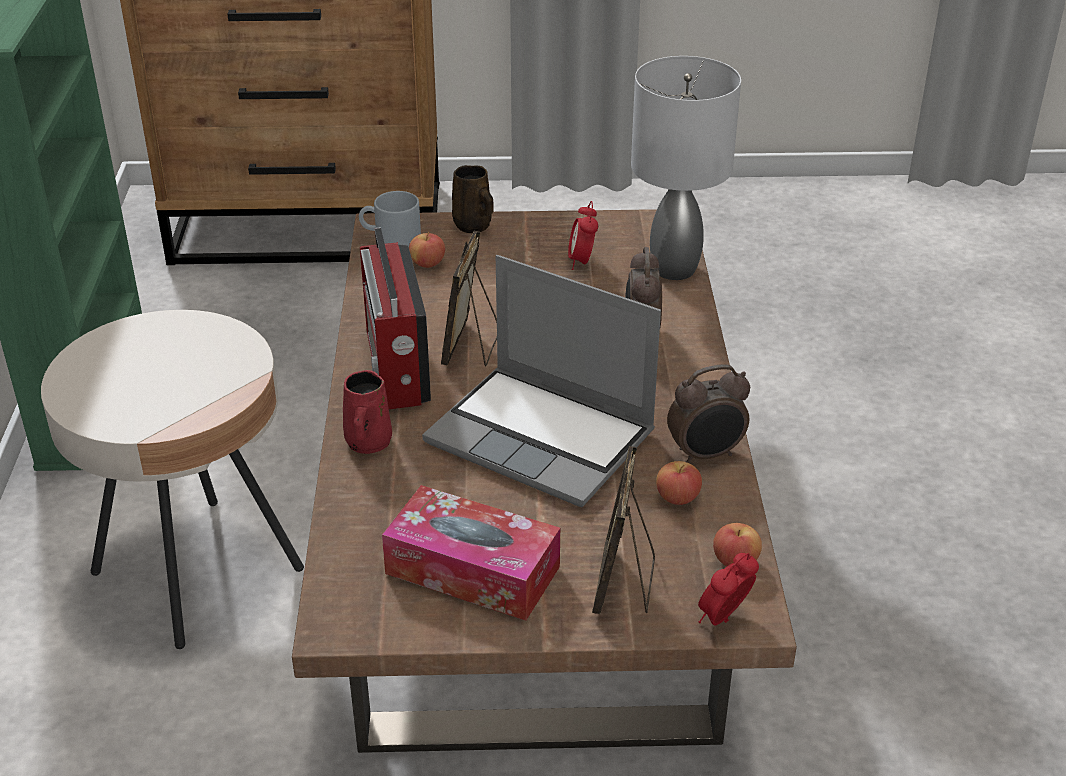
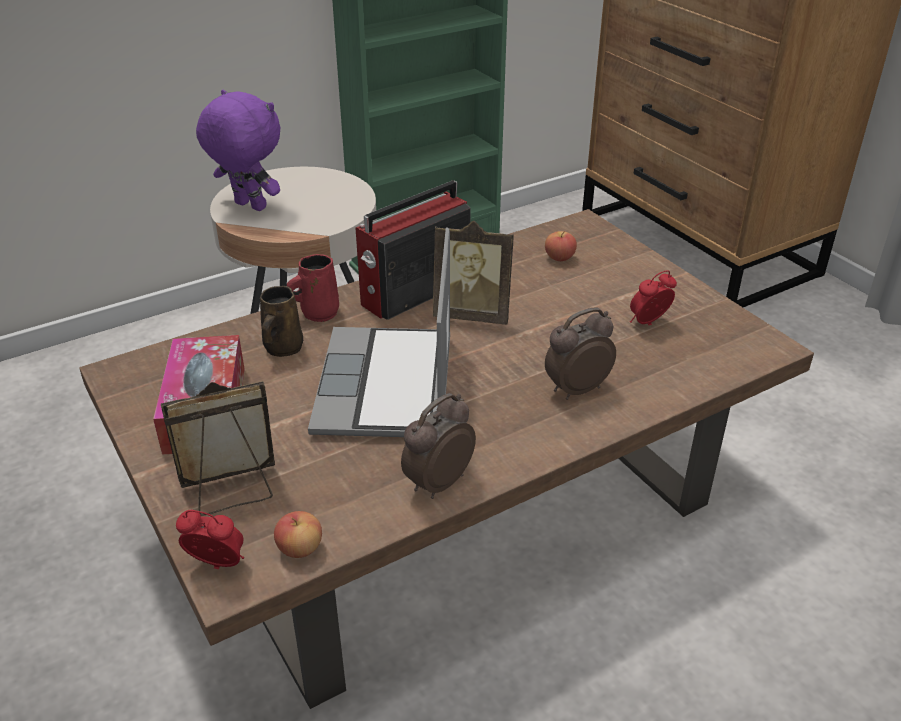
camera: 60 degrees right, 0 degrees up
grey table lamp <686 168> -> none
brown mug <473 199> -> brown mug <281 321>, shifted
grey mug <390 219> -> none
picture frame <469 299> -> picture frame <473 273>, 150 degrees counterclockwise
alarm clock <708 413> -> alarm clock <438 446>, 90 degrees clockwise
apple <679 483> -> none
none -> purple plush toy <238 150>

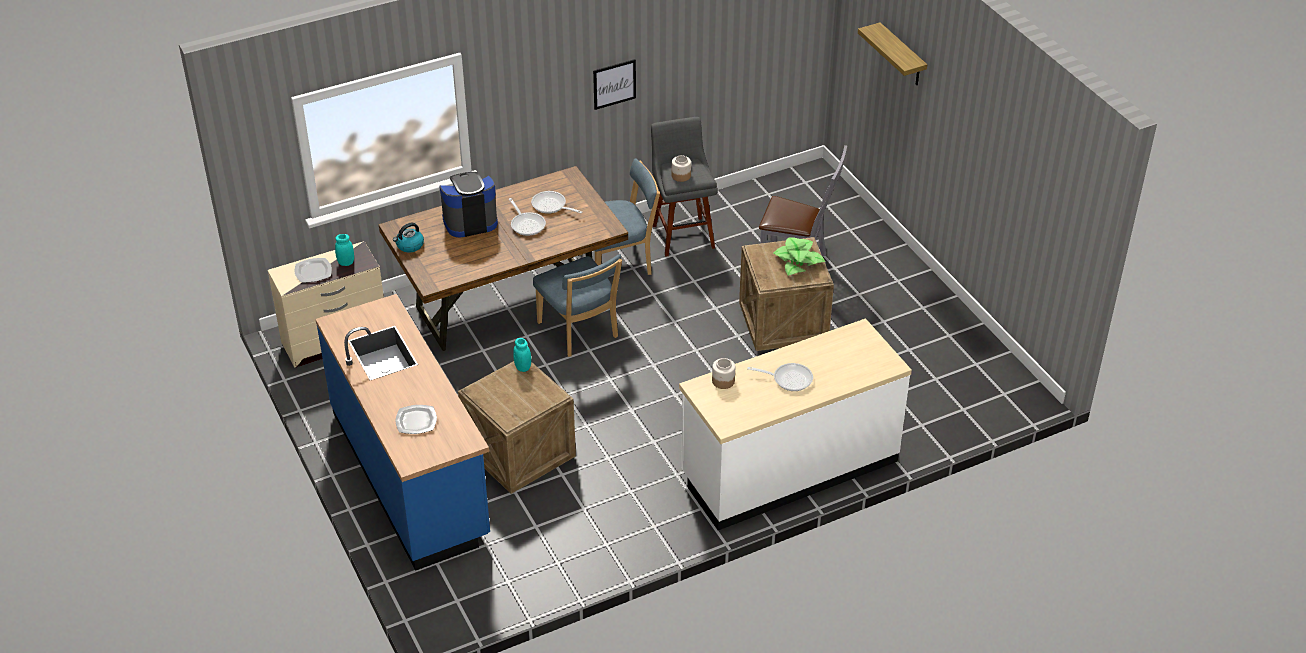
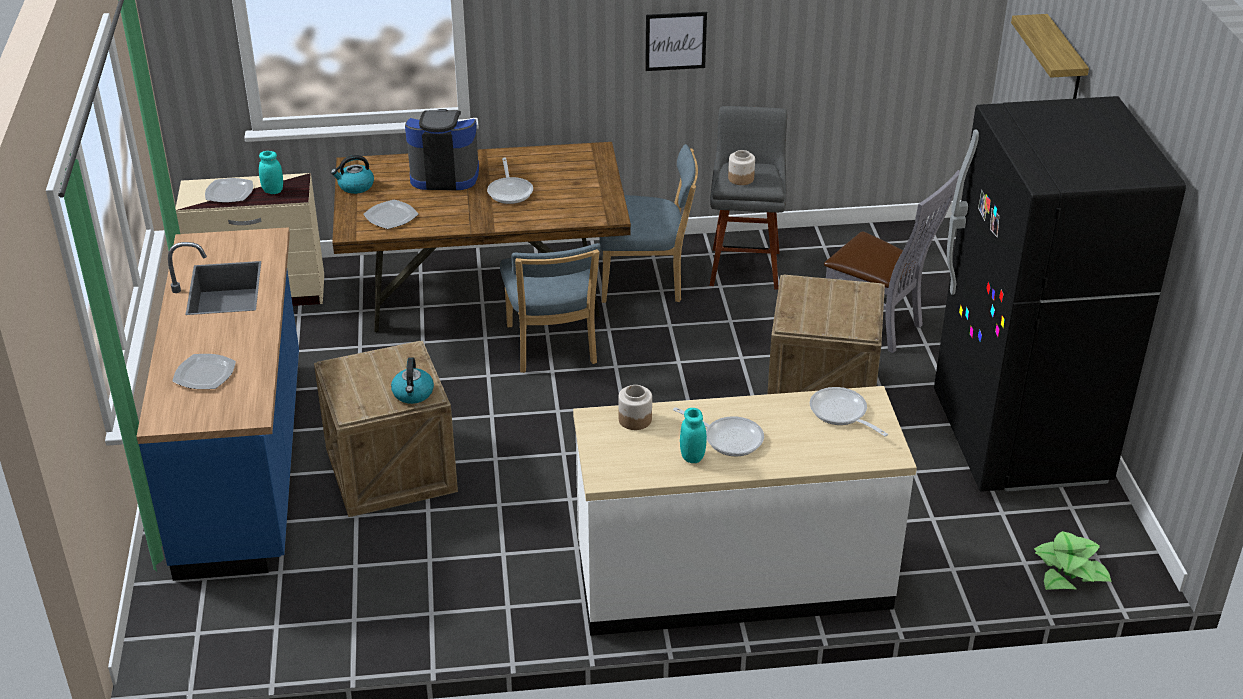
camera: 20 degrees right, 5 degrees down
frying pan <556 202> -> frying pan <849 412>, shifted
potted plant <799 257> -> potted plant <1073 560>, shifted
turquoise jar <522 355> -> turquoise jar <693 435>, shifted
none -> black fridge <1060 294>
none -> plate <391 214>
none -> kettle <412 380>

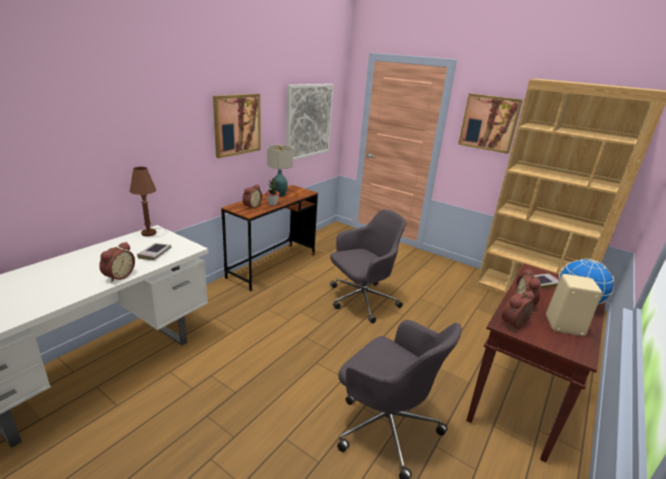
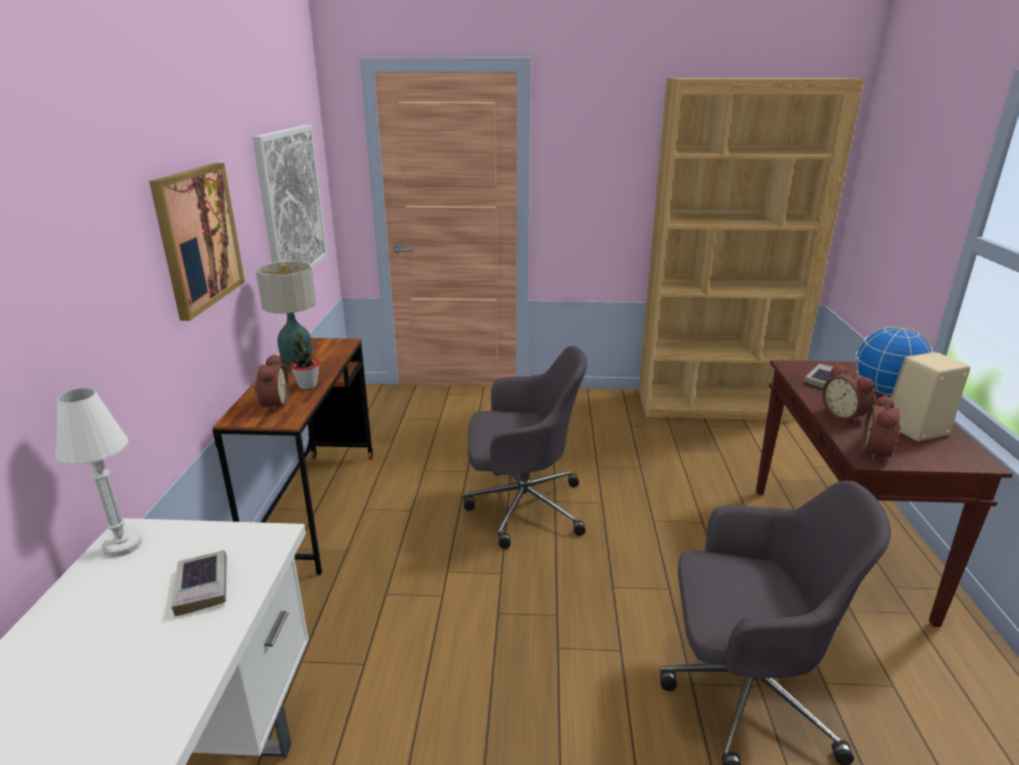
camera: 30 degrees left, 0 degrees up
picture <490 123> -> none
brown table lamp <142 201> -> white table lamp <98 472>
grey office chair <368 266> -> grey office chair <525 447>, 60 degrees clockwise
alarm clock <117 262> -> none

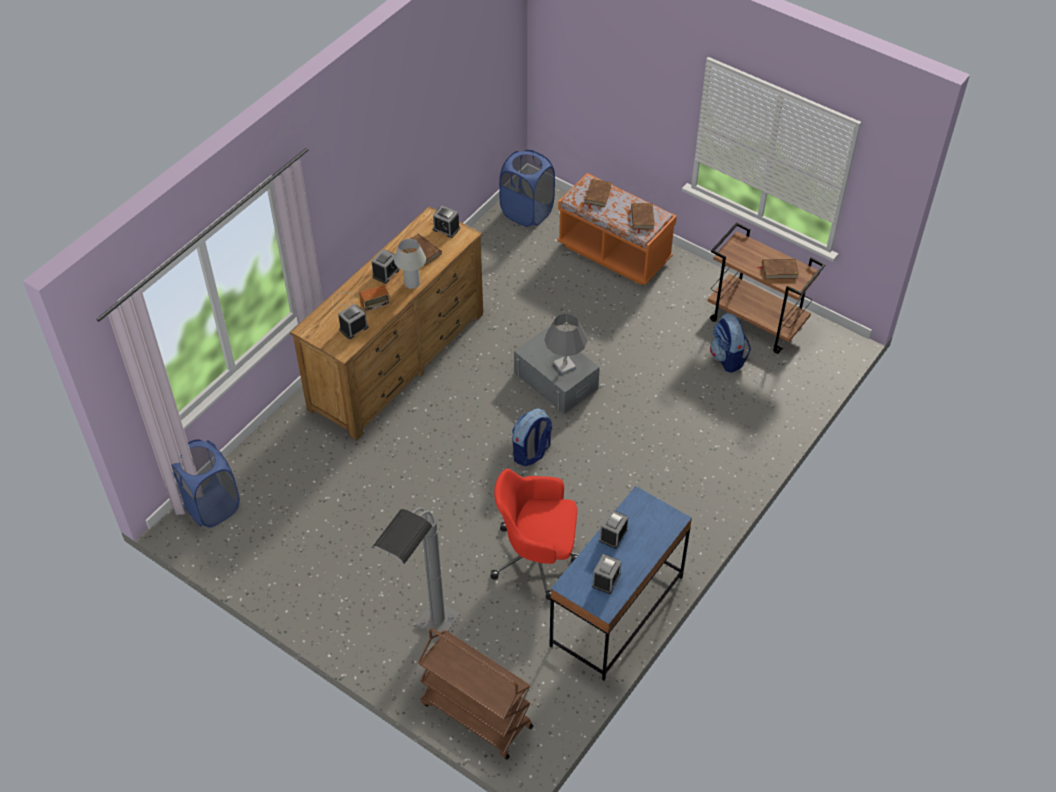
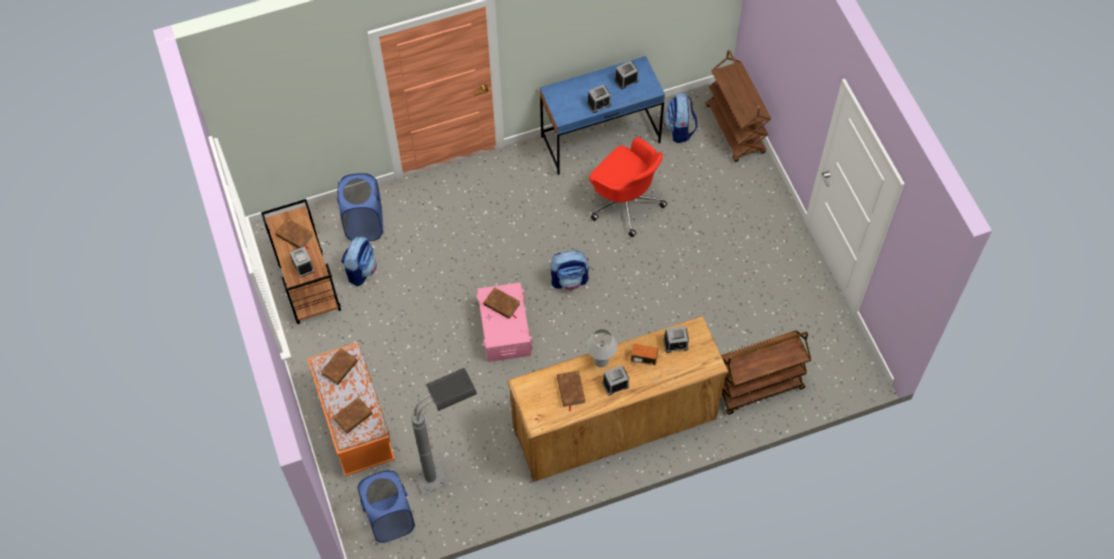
camera: 145 degrees left, 10 degrees up
alarm clock <446 222> -> alarm clock <302 261>, shifted
grey table lamp <566 343> -> brown book <501 303>
grey storage box <557 370> -> pink storage box <504 322>
blue laundry basket <205 483> -> blue laundry basket <360 207>, shifted
grey floor lamp <415 572> -> grey floor lamp <444 431>, shifted
none -> backpack <680 118>
none -> brown cart <766 372>

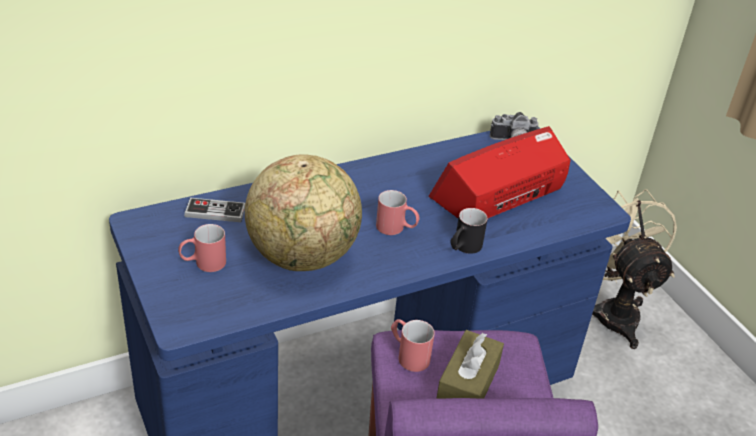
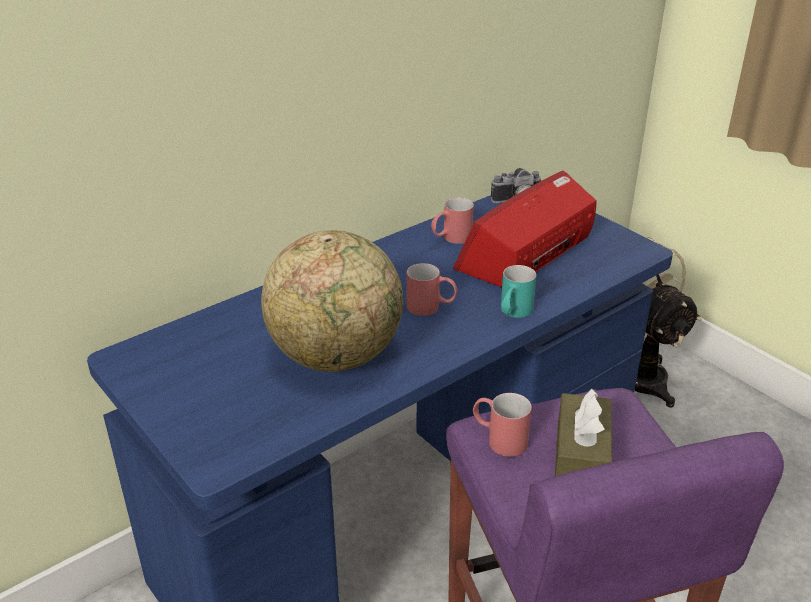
camera: 10 degrees left, 5 degrees down
game controller <214 210> -> none
black mug <469 231> -> turquoise mug <518 291>
red mug <202 248> -> red mug <452 220>, shifted

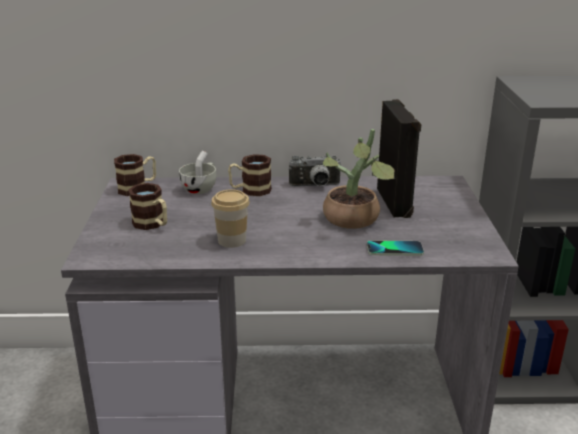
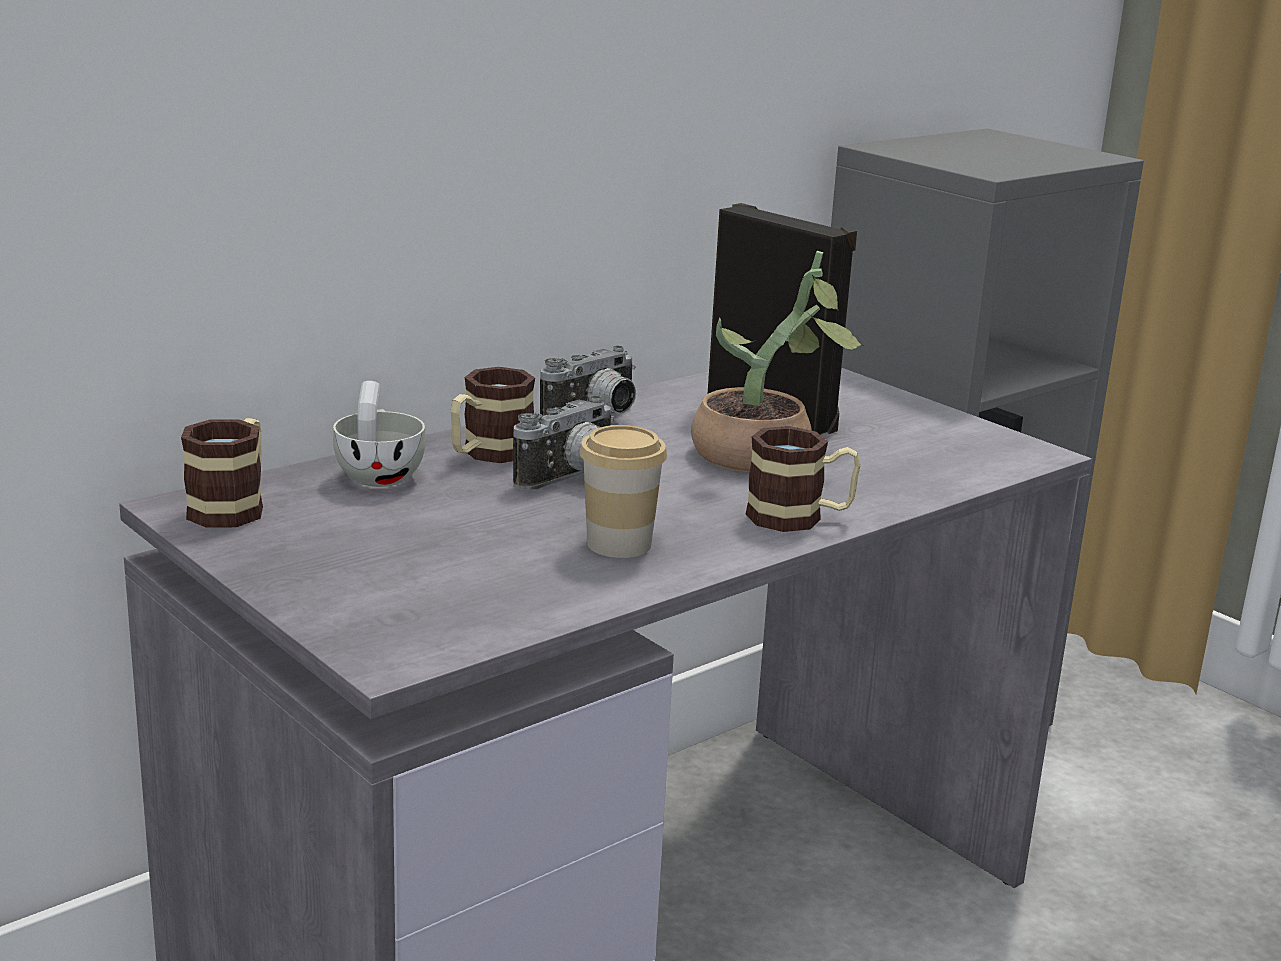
camera: 40 degrees left, 5 degrees down
mug <147 206> -> mug <803 479>, shifted
phone <395 248> -> none
none -> photo camera <563 443>

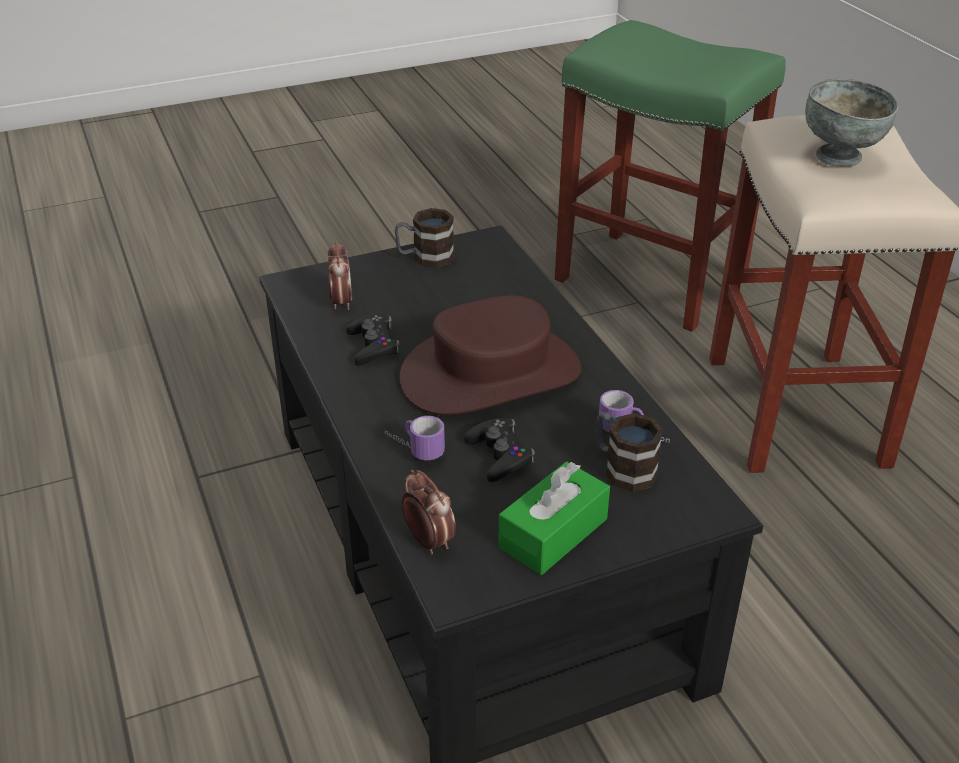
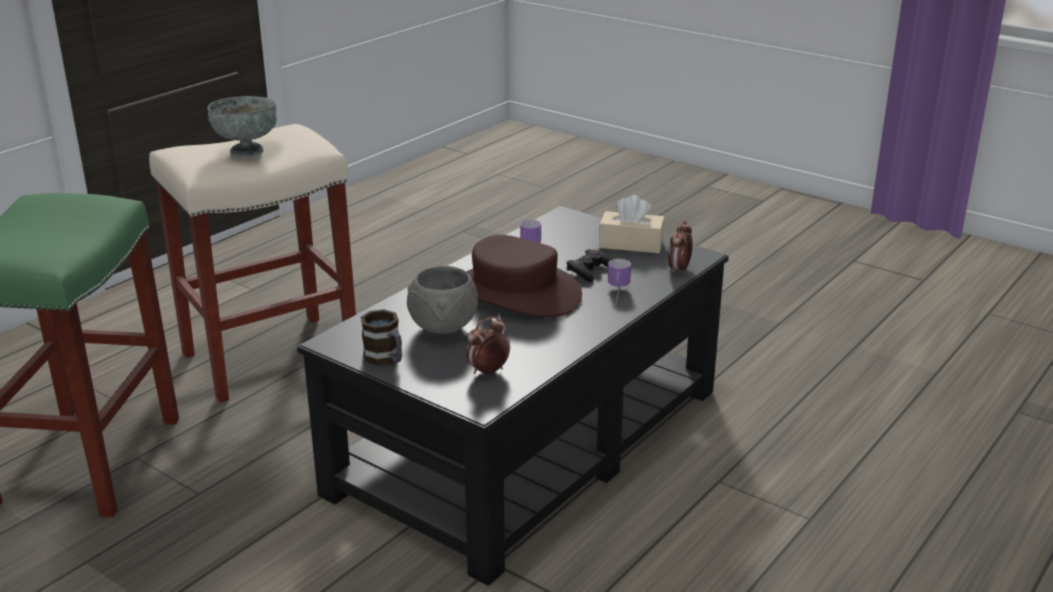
camera: 120 degrees left, 10 degrees down
black game controller <372 340> -> none
mug <629 452> -> none
green tissue box <554 518> -> beige tissue box <632 224>
none -> grey bowl <442 300>

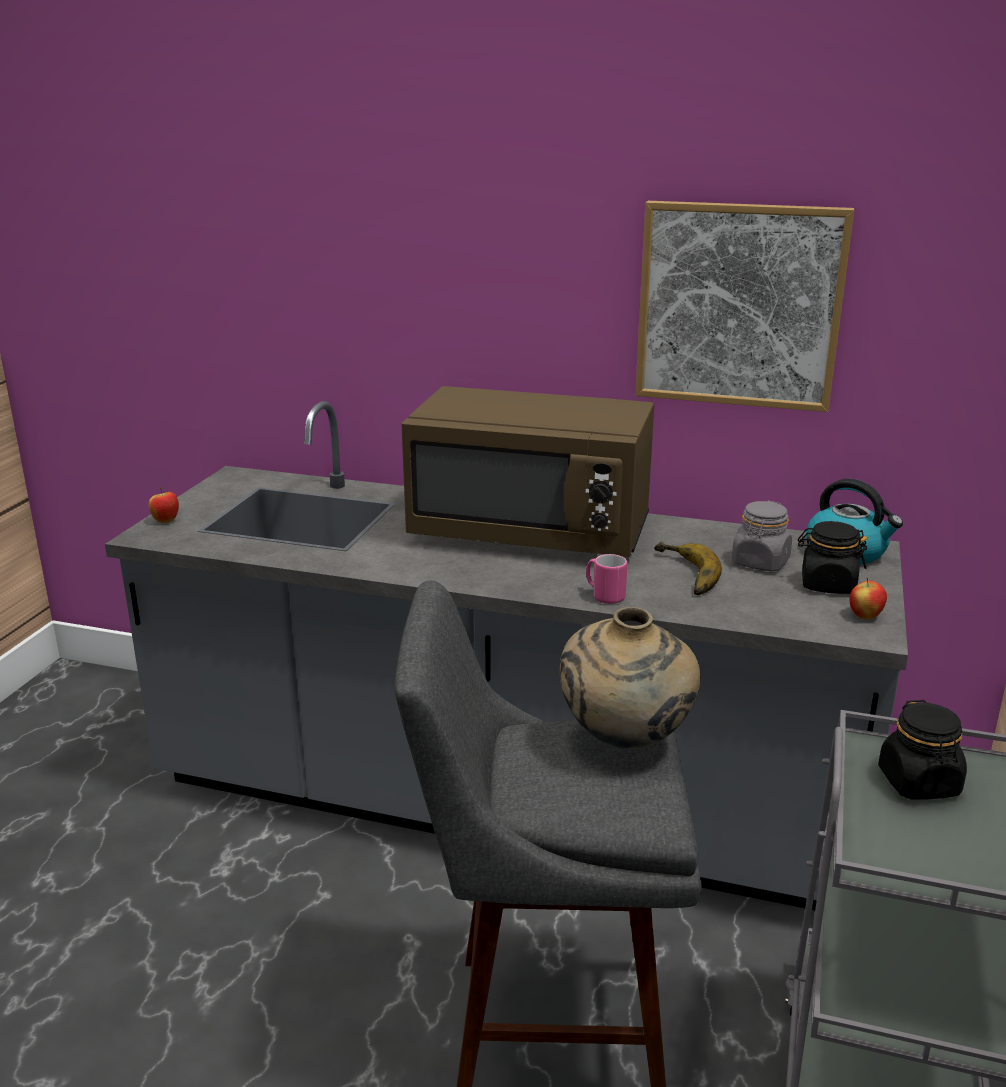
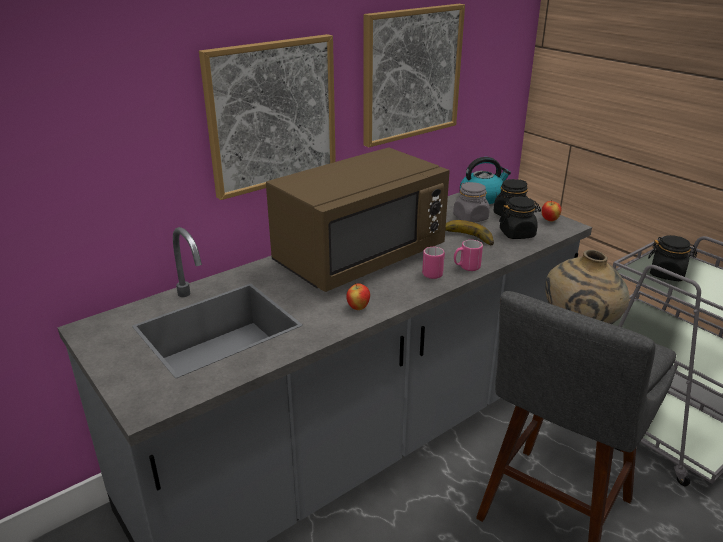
camera: 55 degrees left, 5 degrees up
apple <163 505> -> apple <358 296>, shifted
none -> picture <267 117>
none -> black jar <520 217>
none -> pink mug <433 263>

